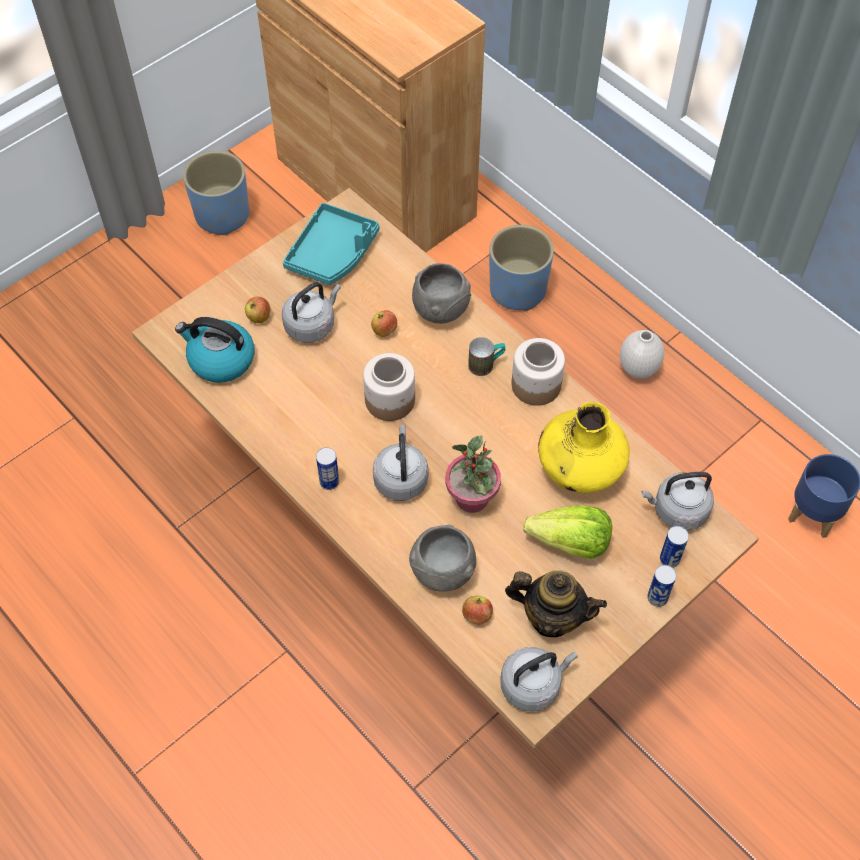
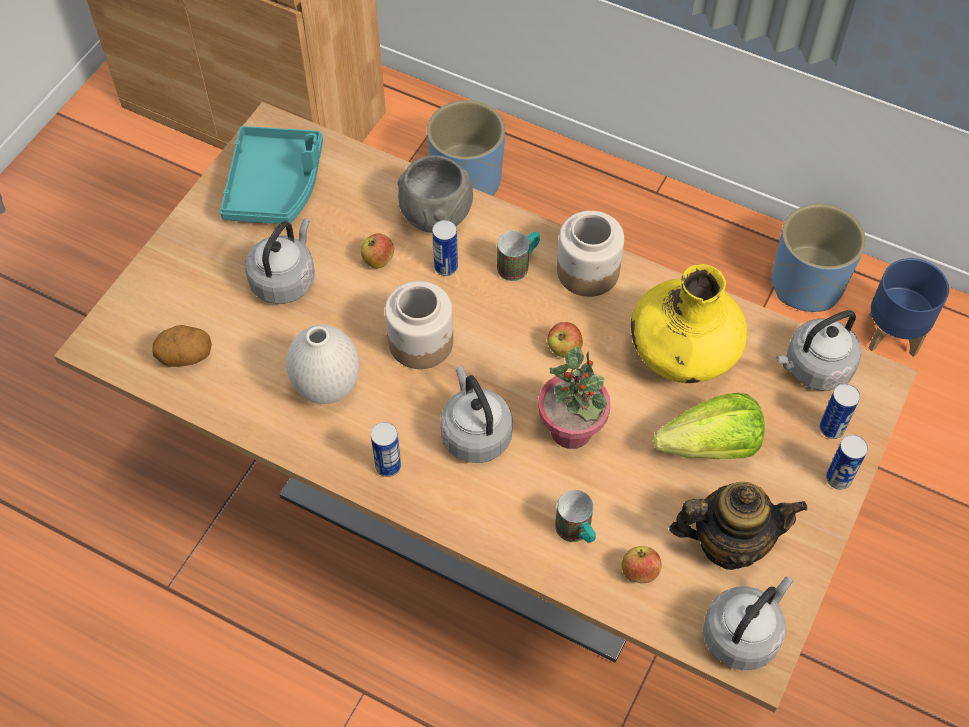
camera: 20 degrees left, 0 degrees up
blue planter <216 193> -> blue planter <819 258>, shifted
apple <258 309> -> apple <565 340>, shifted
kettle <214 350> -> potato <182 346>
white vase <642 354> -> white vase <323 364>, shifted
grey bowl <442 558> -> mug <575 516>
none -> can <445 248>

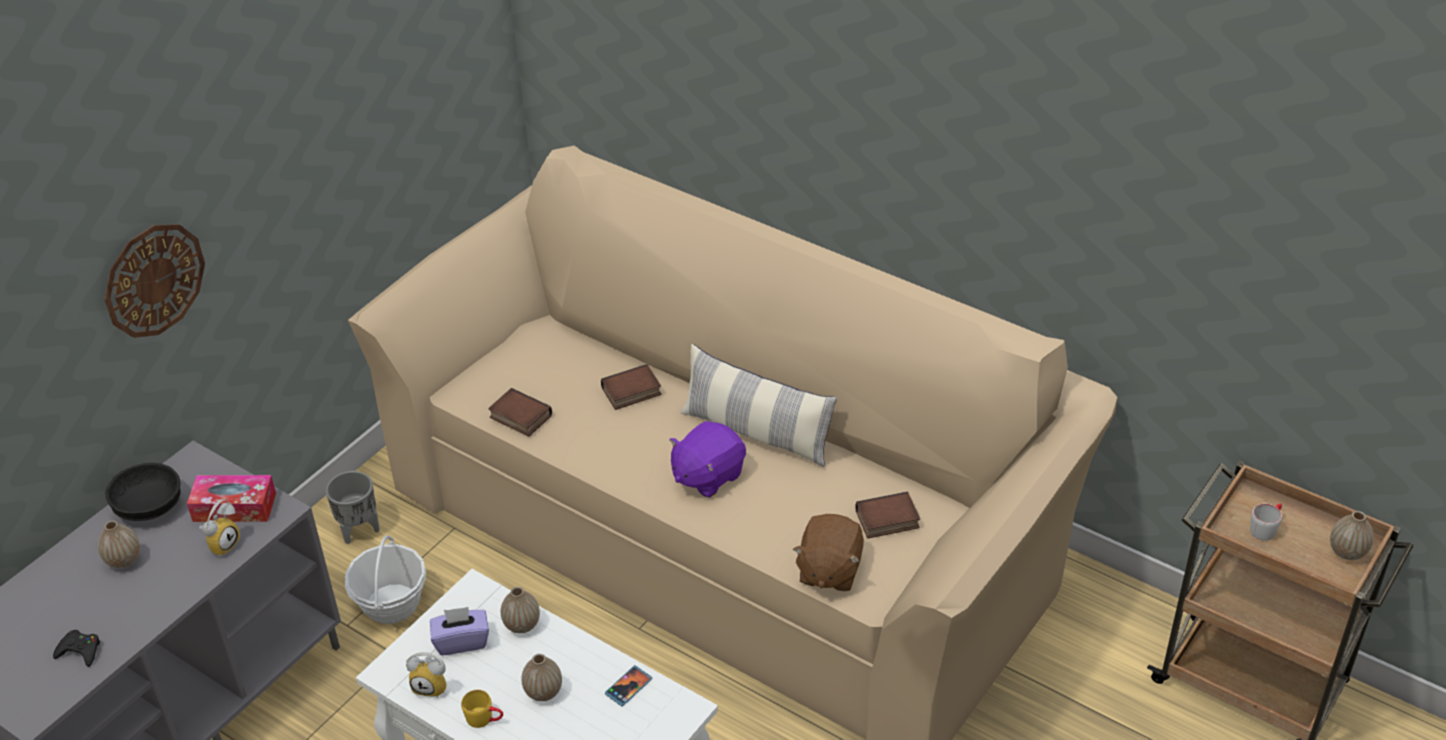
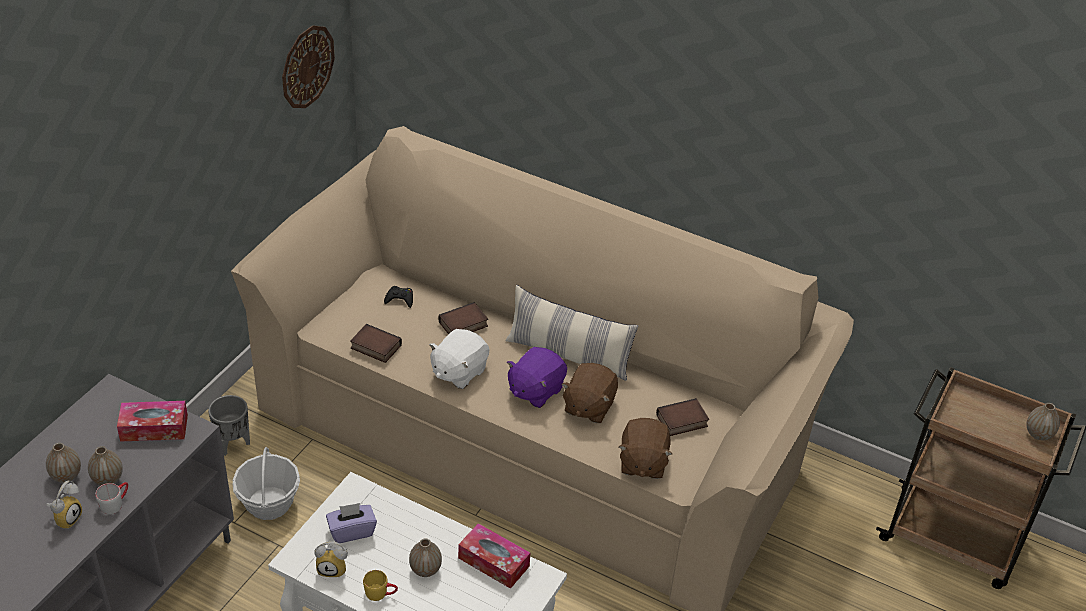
camera: 10 degrees left, 0 degrees up
wall clock <155 281> -> wall clock <308 66>, shifted
black bowl <142 492> -> none
alarm clock <219 527> -> alarm clock <64 505>, shifted
grey mug <1266 522> -> grey mug <111 498>, shifted
vase <520 610> -> vase <105 466>, shifted
black game controller <76 648> -> black game controller <398 297>, shifted
phone <628 685> -> tissue box <494 556>
none -> white plush toy <459 359>
none -> brown plush toy <589 393>

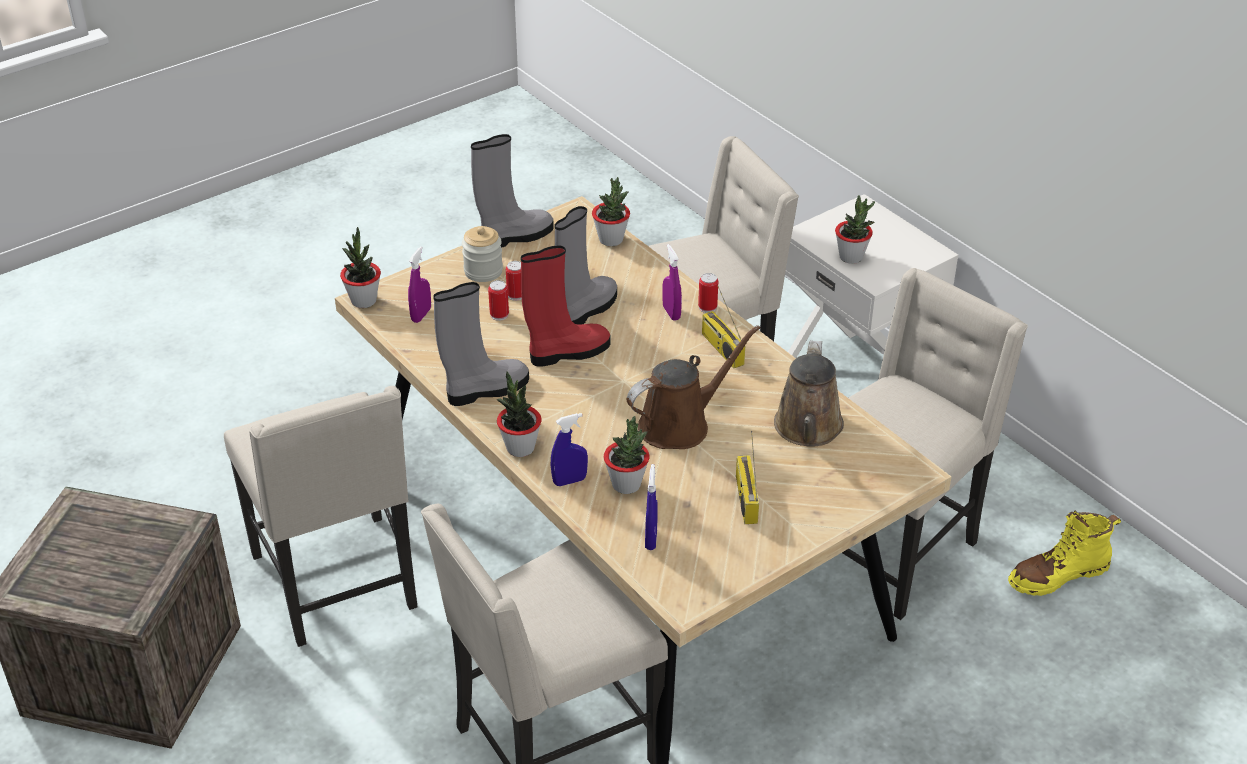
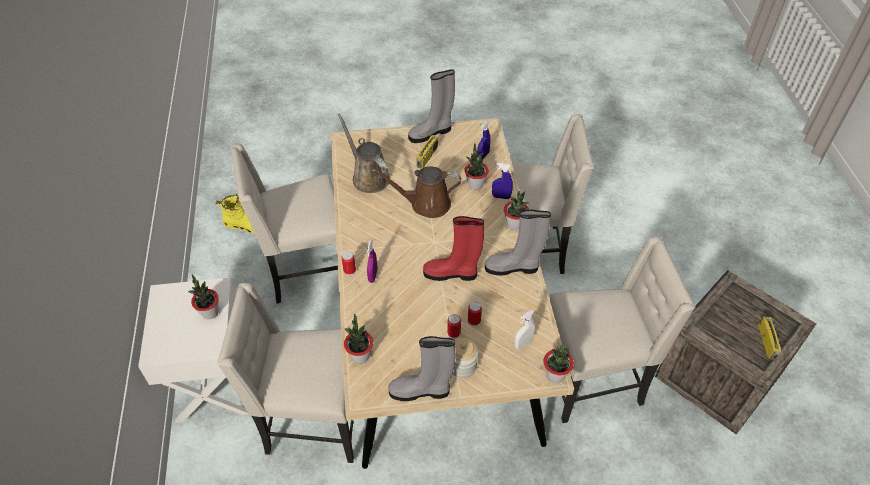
camera: 150 degrees left, 10 degrees up
grey boot <586 265> -> grey boot <431 106>, shifted
purple spray bottle <419 284> -> white spray bottle <524 329>
radio <723 327> -> radio <770 338>, shifted
brown watering can <809 393> -> brown watering can <364 153>, 75 degrees counterclockwise
beige chair <320 516> -> beige chair <622 329>, 75 degrees clockwise

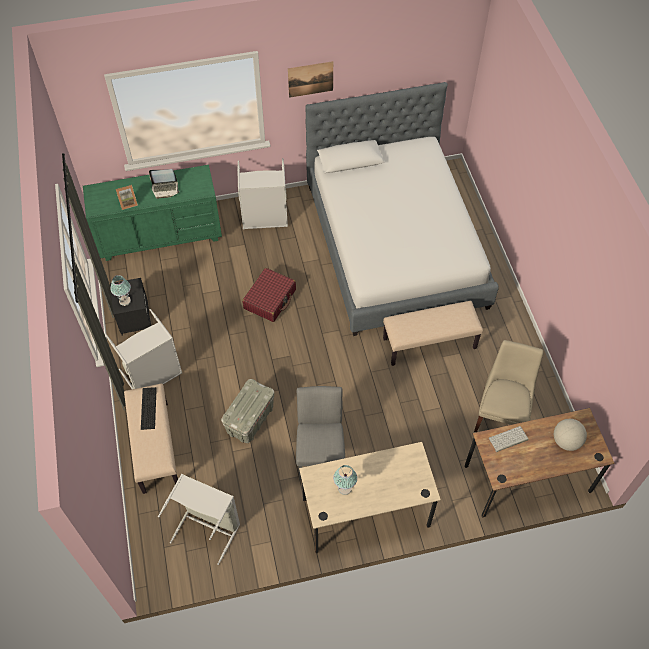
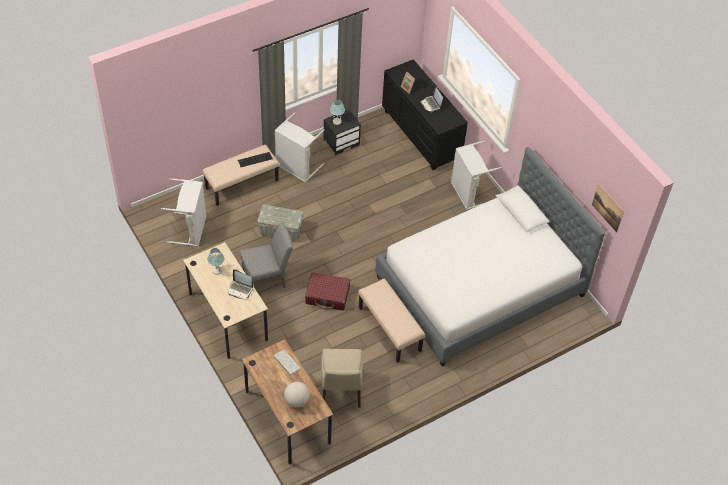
camera: 70 degrees right, 5 degrees down
picture <310 79> -> picture <608 208>, shifted
green dresser <152 213> -> black dresser <425 114>
red suitcase <269 295> -> red suitcase <327 291>, shifted
beige chair <508 386> -> beige chair <342 378>, 90 degrees clockwise
none -> laptop <241 284>

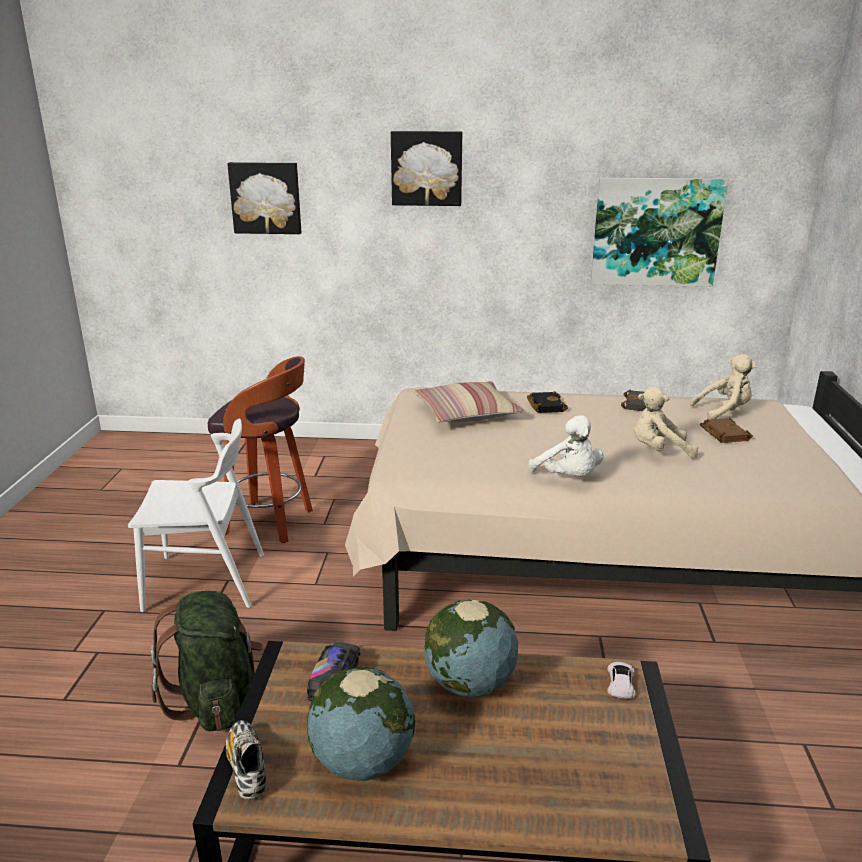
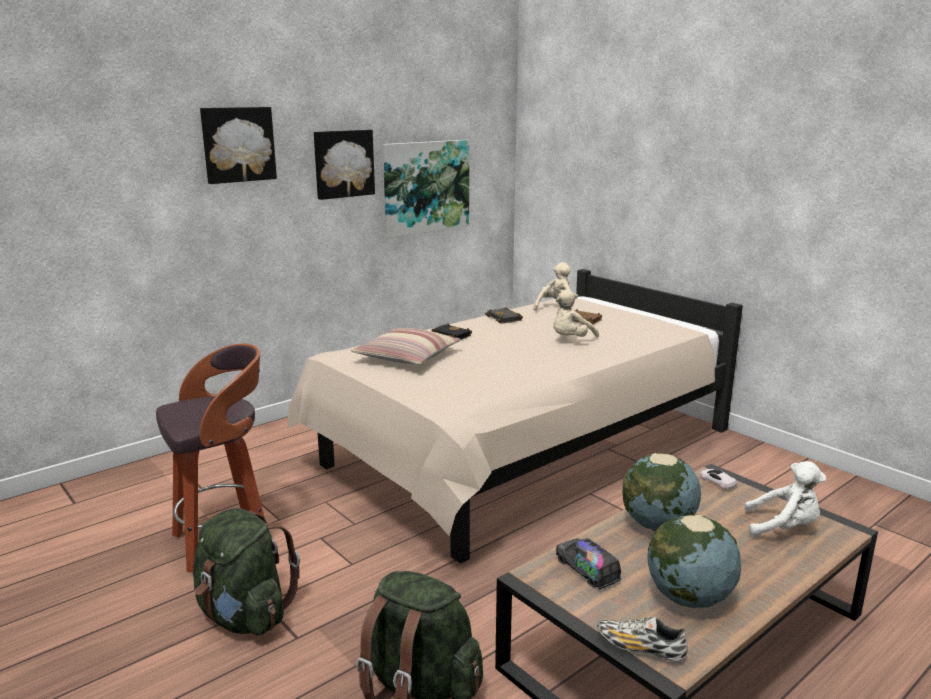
camera: 45 degrees left, 5 degrees down
picture <264 198> -> picture <344 165>, shifted
white plush toy <566 445> -> white plush toy <785 499>, shifted
white chair <196 515> -> green backpack <246 572>

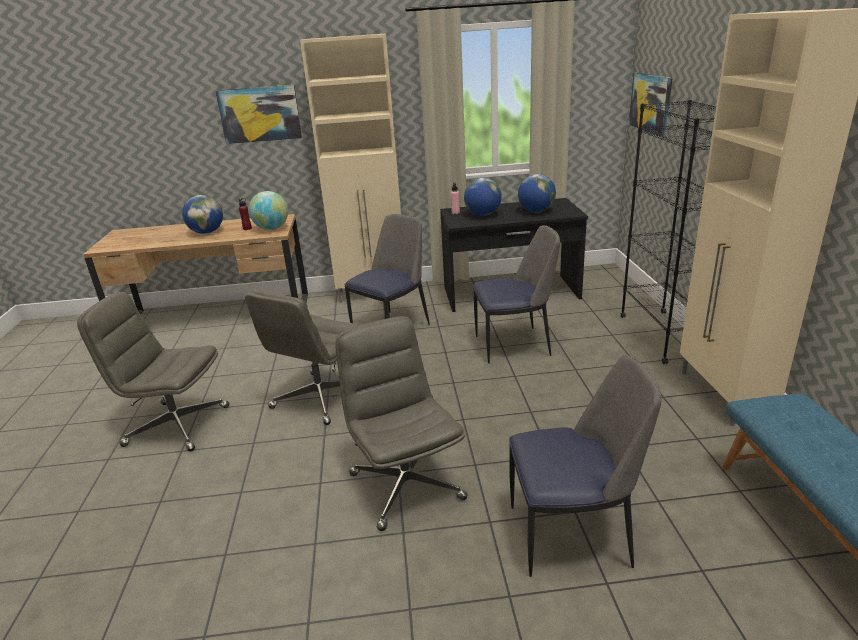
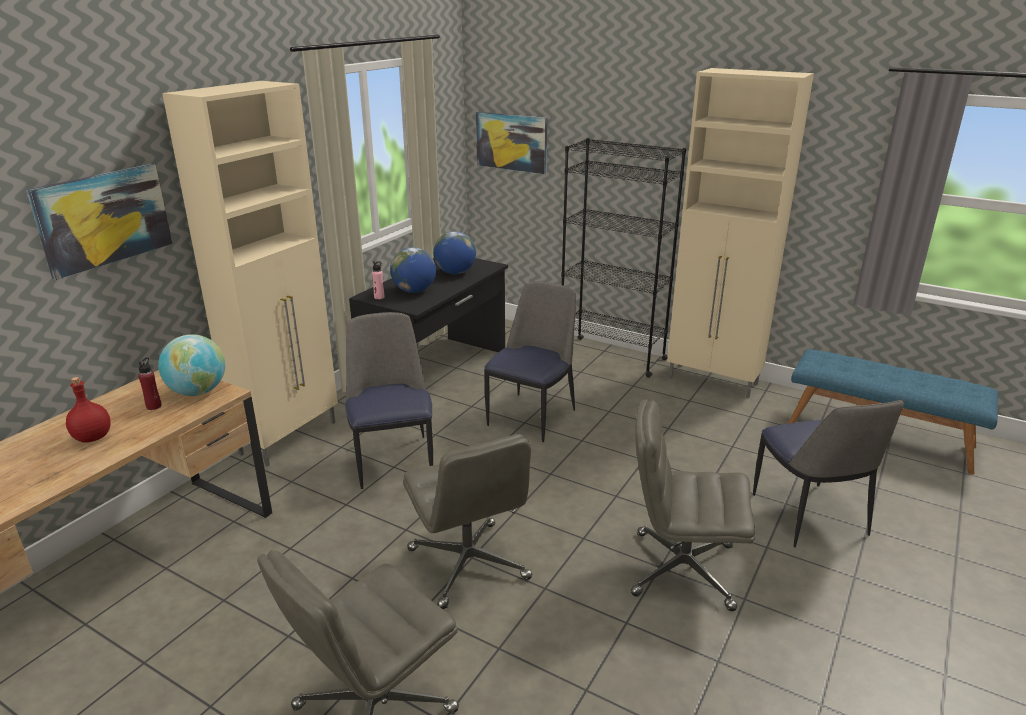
camera: 55 degrees left, 0 degrees up
globe <202 214> -> red bottle <88 410>
chair <585 466> -> chair <828 473>, 135 degrees clockwise

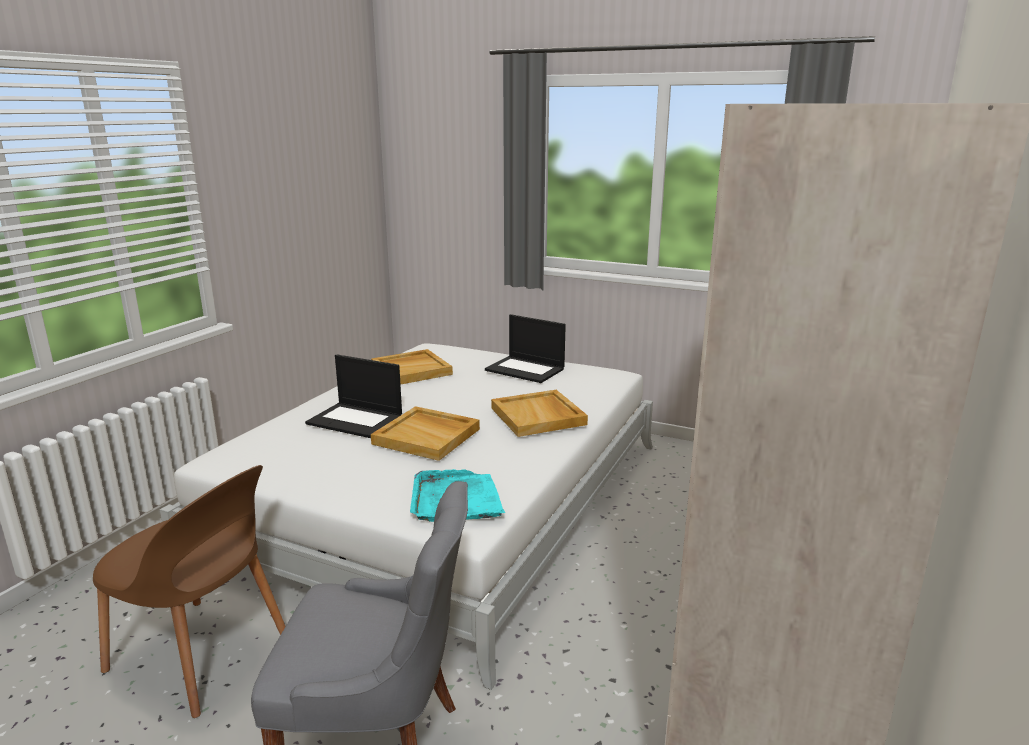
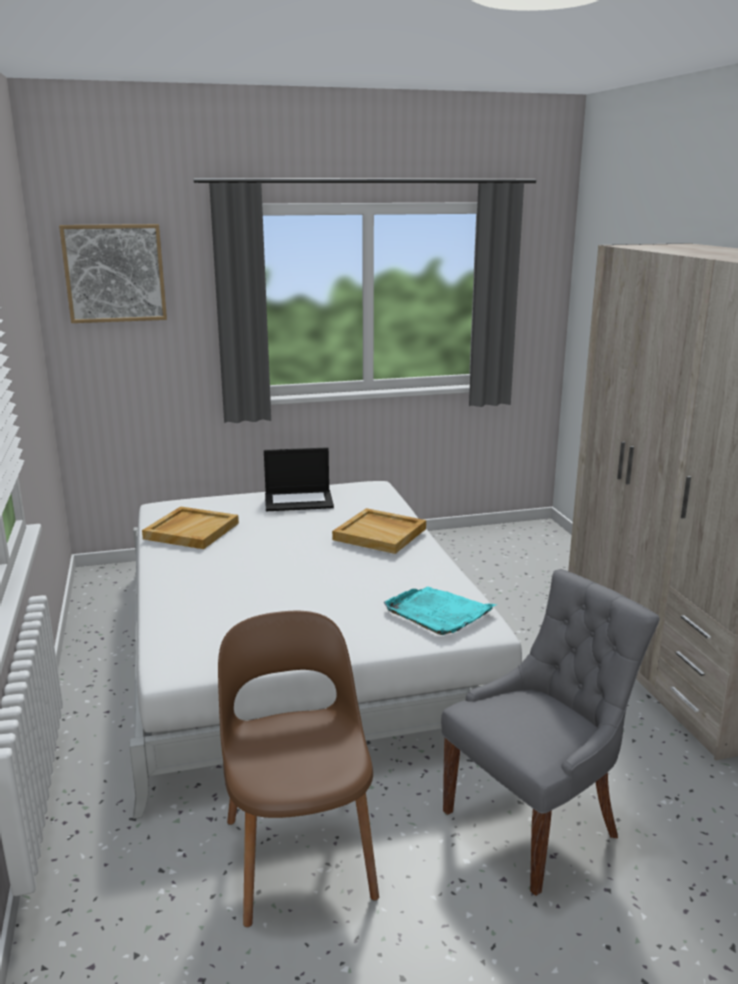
camera: 40 degrees left, 0 degrees up
laptop <353 396> -> none
beige tray <425 433> -> none
brown chair <189 591> -> brown chair <298 769>, 90 degrees counterclockwise
none -> picture <113 273>

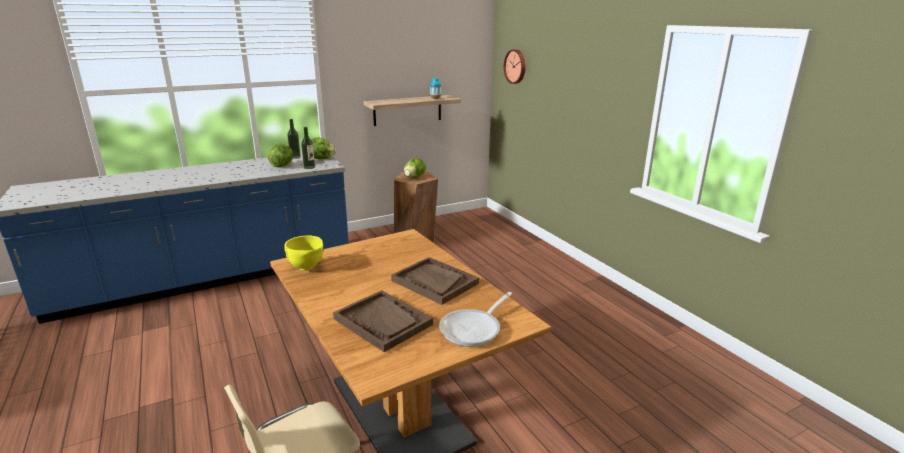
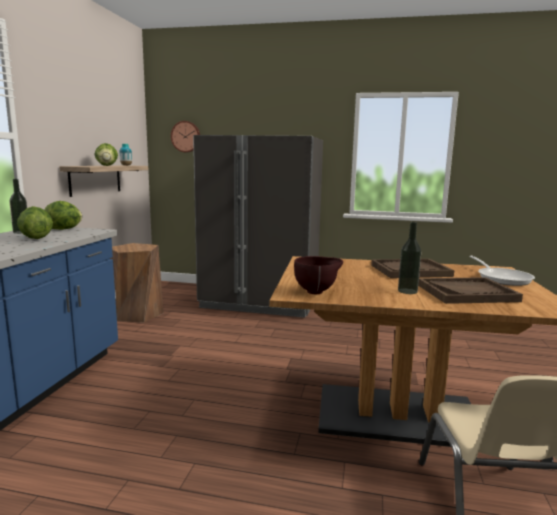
camera: 50 degrees left, 10 degrees down
bottle <308 148> -> bottle <409 258>, shifted
lettuce <415 168> -> lettuce <106 154>, shifted
yellow bowl <303 253> -> brown bowl <318 275>
none -> grey fridge <258 226>

